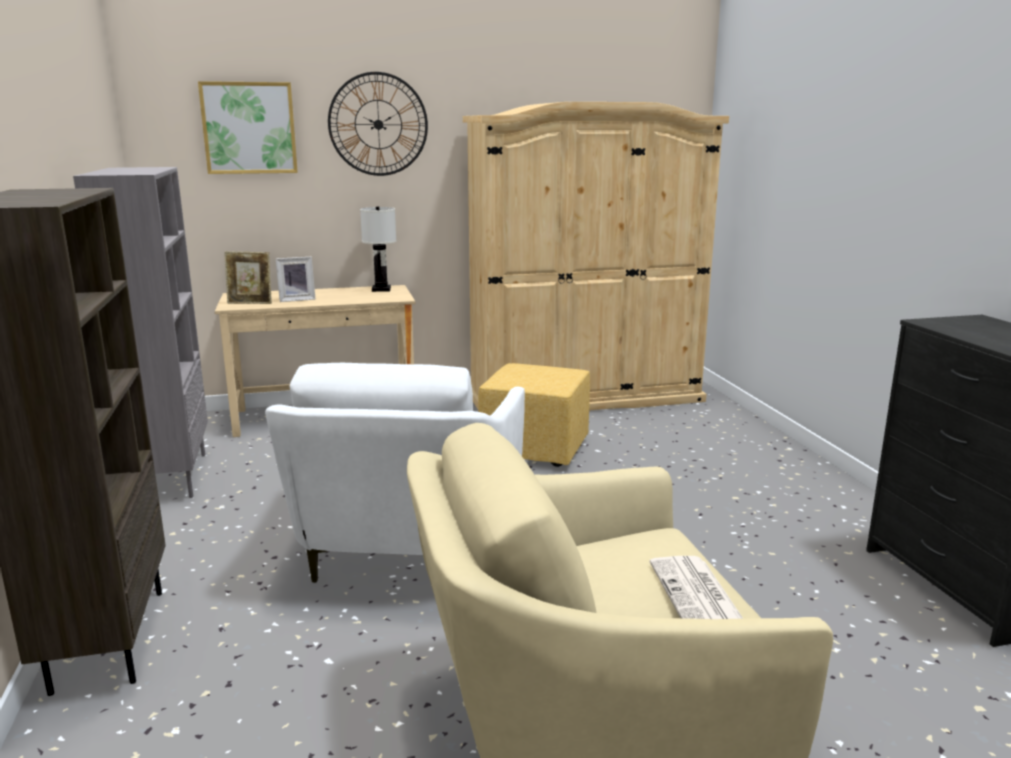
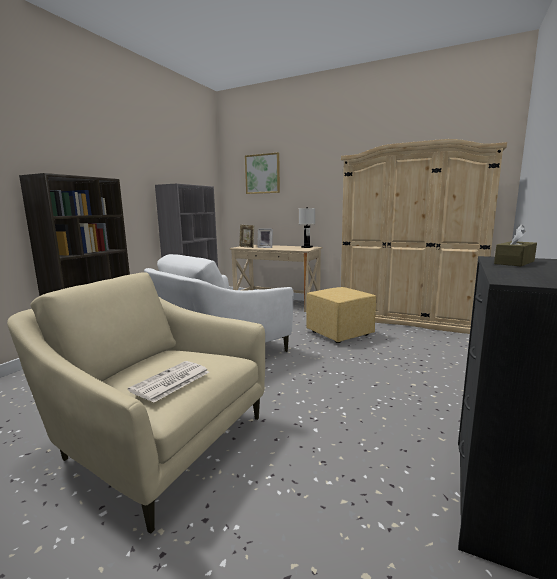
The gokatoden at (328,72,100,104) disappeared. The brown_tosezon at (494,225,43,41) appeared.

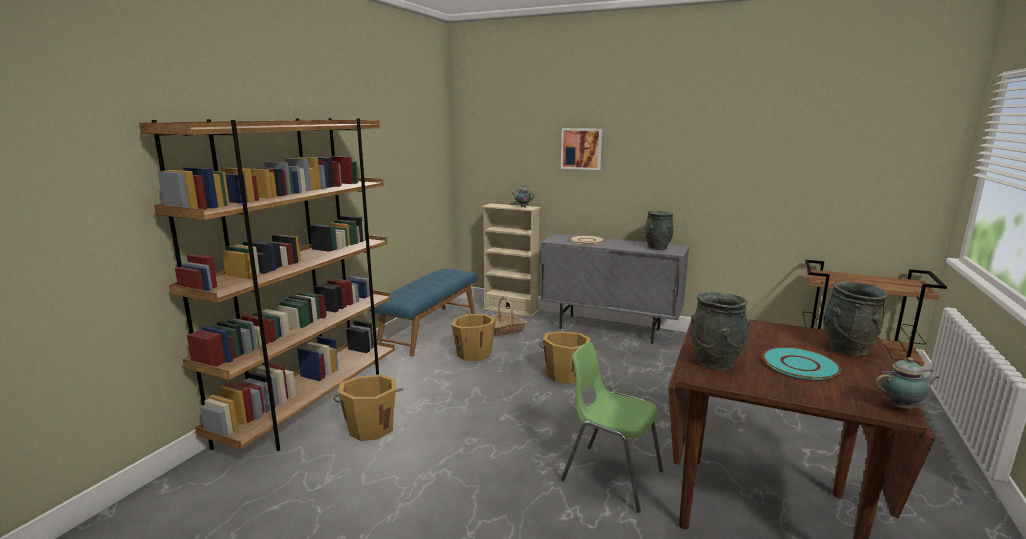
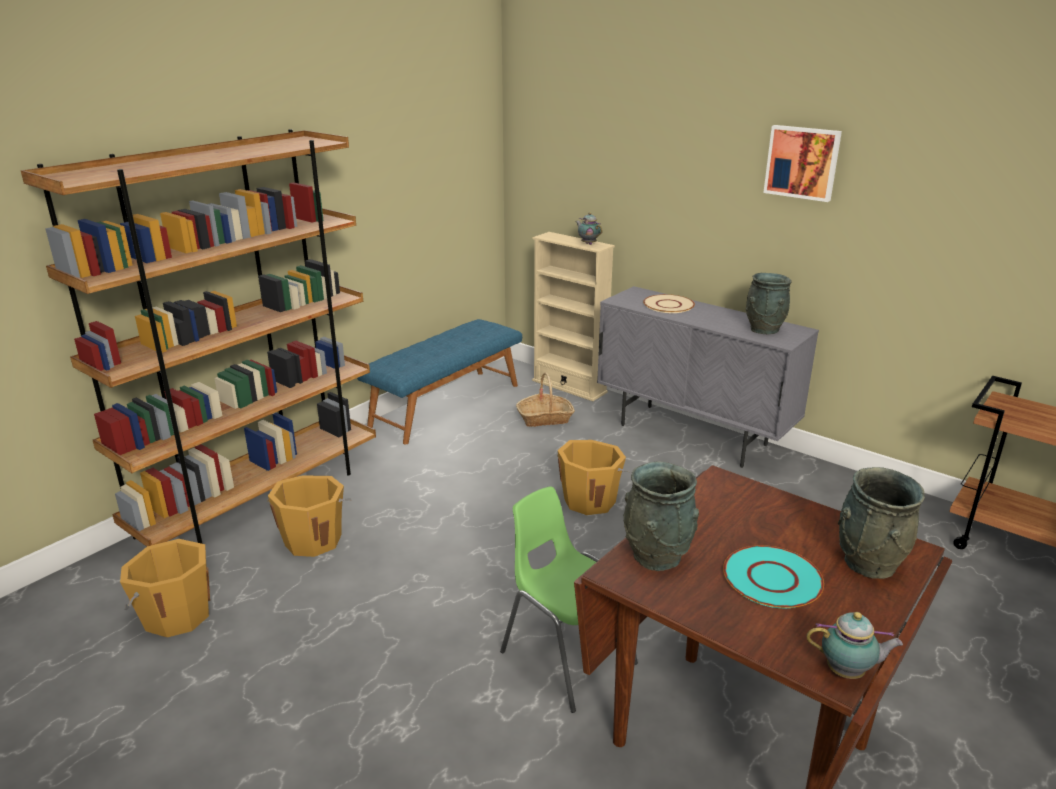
The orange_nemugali moved from (451,314,44,47) to (120,539,90,98). The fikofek moved from (561,128,41,42) to (763,125,79,77).

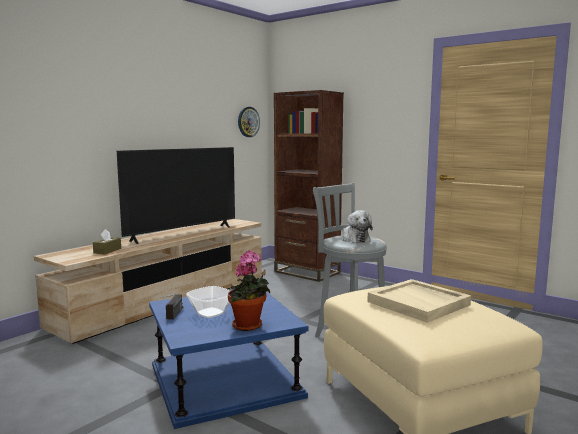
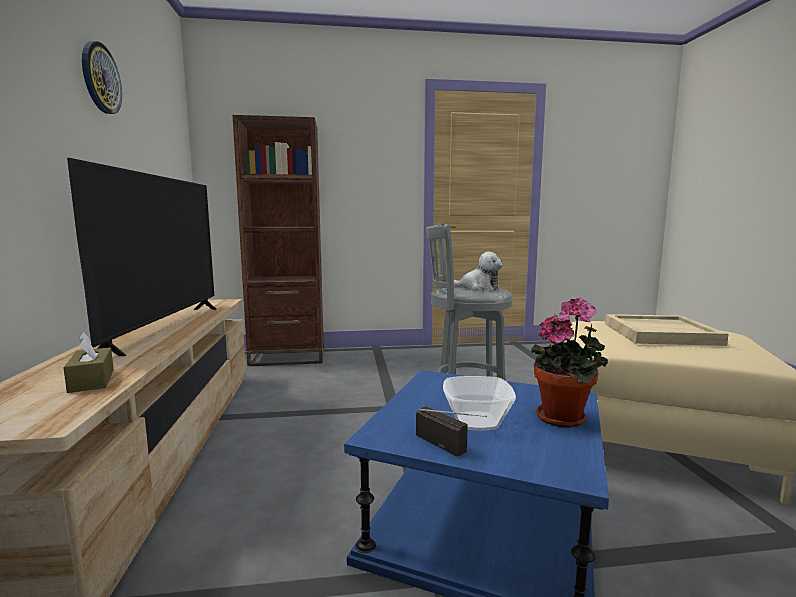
The gokatoden moved from (238,107,22,30) to (82,41,40,73).

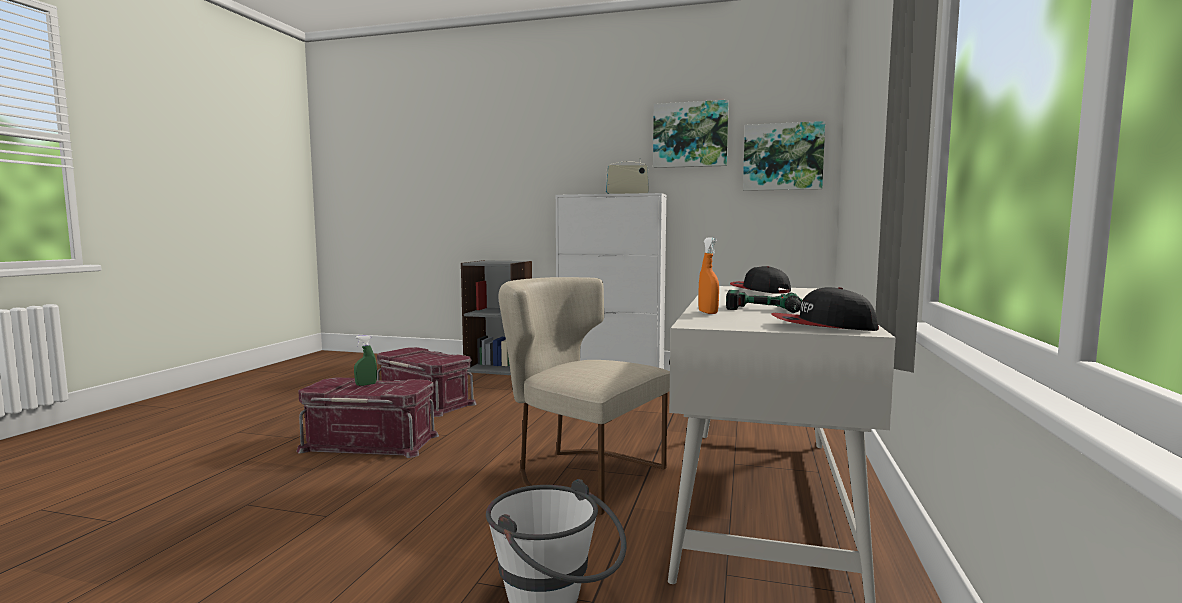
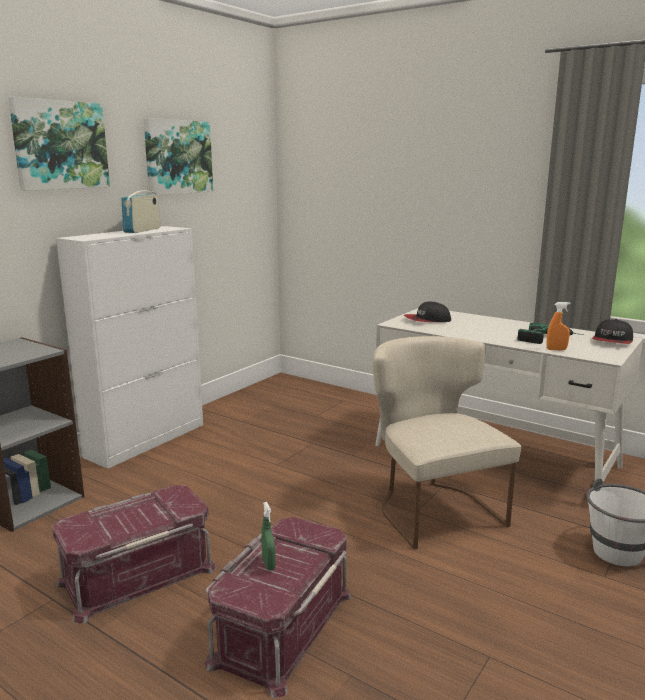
The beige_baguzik at (499,277,171,238) turned 105 degrees clockwise. The fikofek moved from (743,121,82,70) to (8,97,102,94).

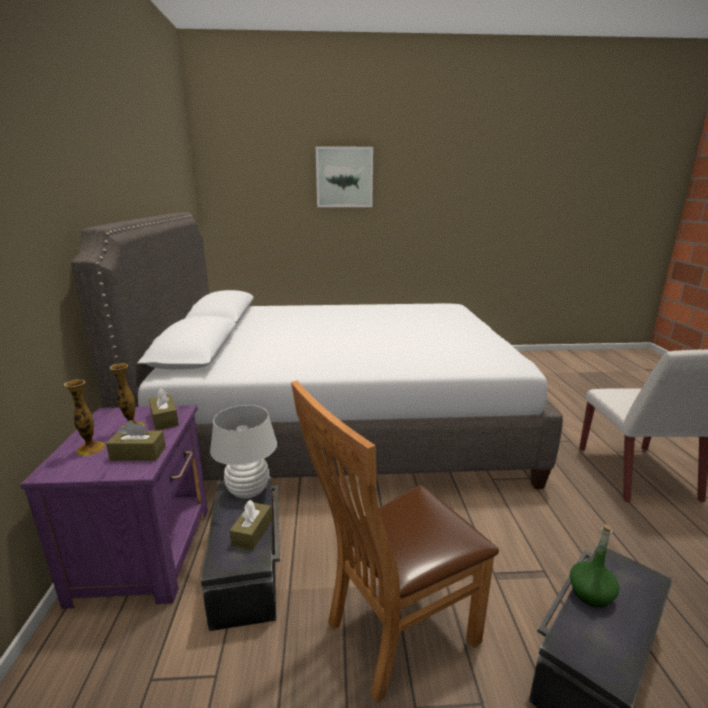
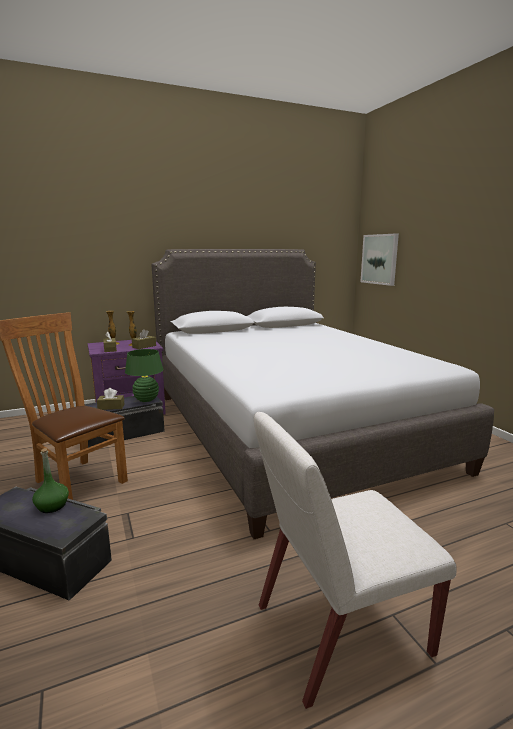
The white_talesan at (210,405,67,94) became the green_talesan at (125,349,38,53). The fikofek moved from (316,146,57,61) to (361,233,38,53).

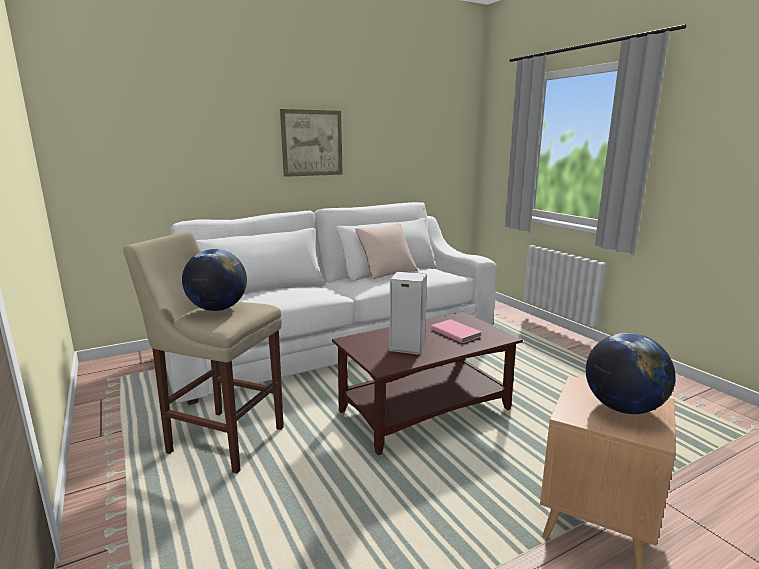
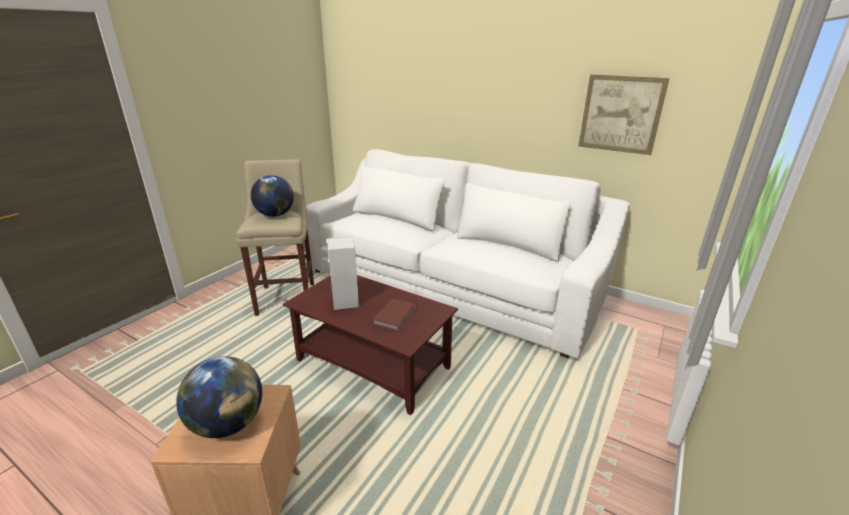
The fikofek moved from (280,109,63,68) to (578,74,91,81). The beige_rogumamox at (355,223,63,56) disappeared. The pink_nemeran at (431,319,51,24) became the brown_nemeran at (372,298,44,33).

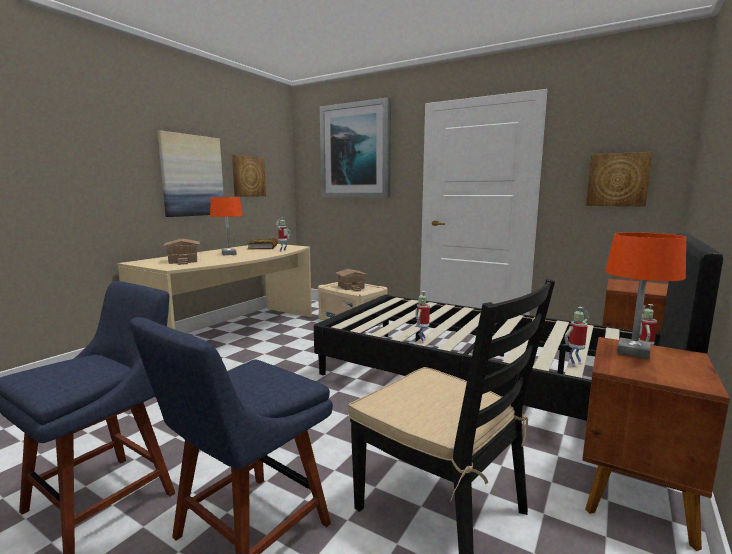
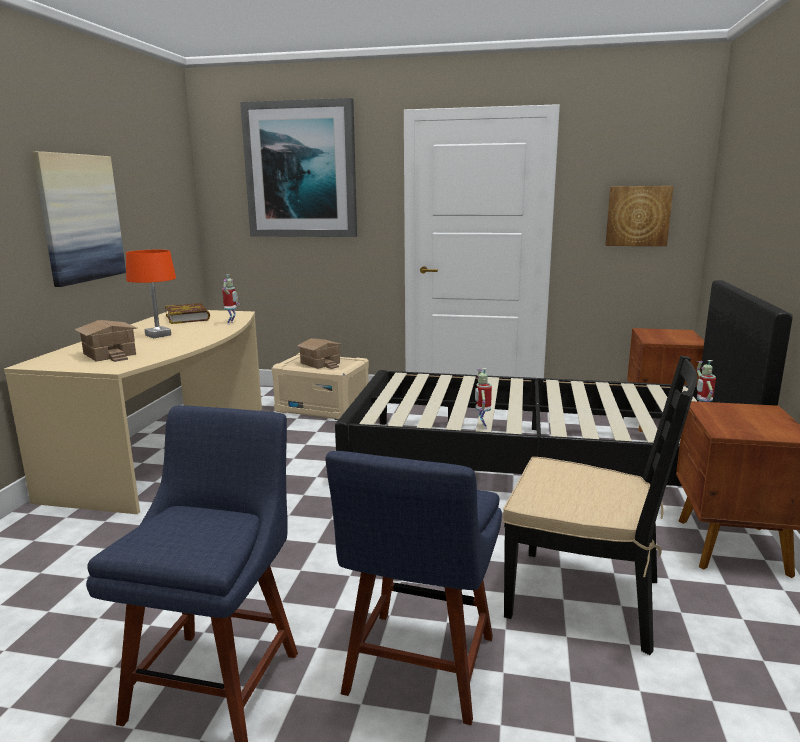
The fikofek at (232,155,34,42) disappeared. The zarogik at (563,307,26,60) disappeared. The orange_talesan at (605,232,81,128) disappeared.

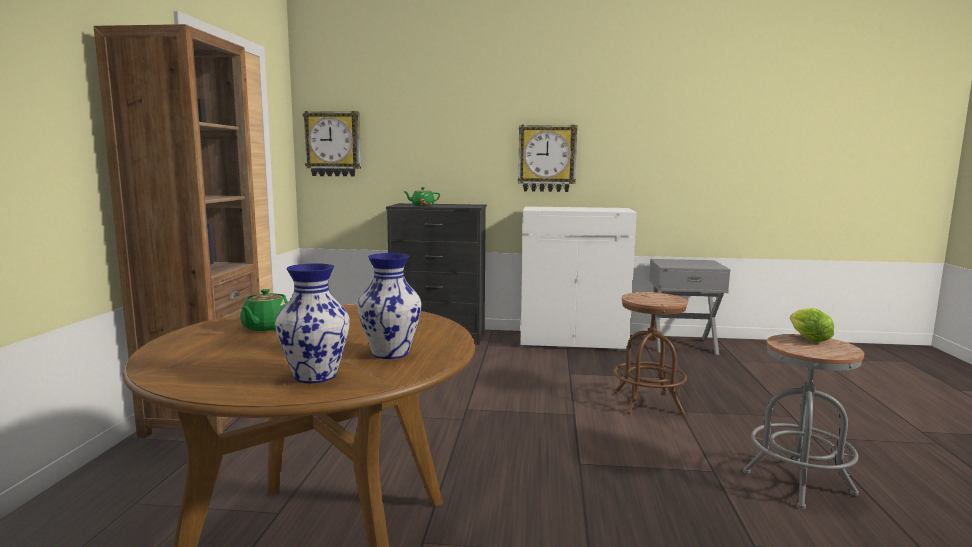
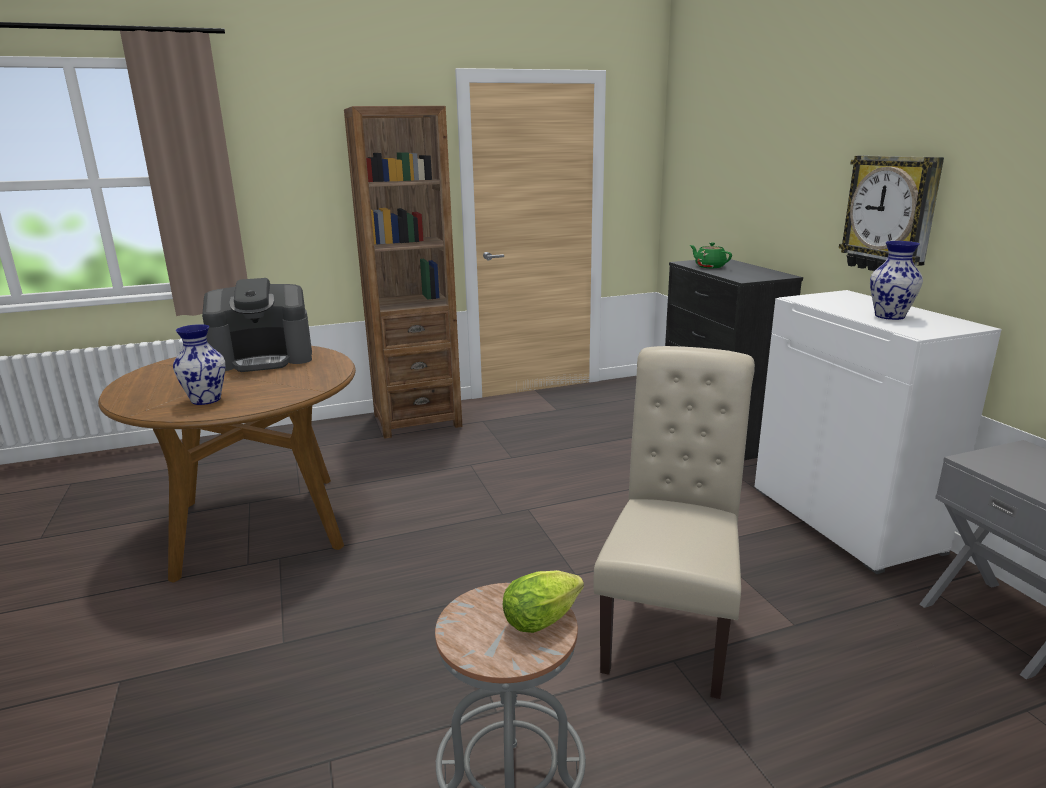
The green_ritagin at (240,289,48,42) was replaced by the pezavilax at (202,278,110,94). The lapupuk moved from (275,263,75,120) to (870,241,53,79). The gokatoden at (303,111,58,65) disappeared. The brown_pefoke at (614,292,74,123) was replaced by the beige_baguzik at (593,346,162,353).

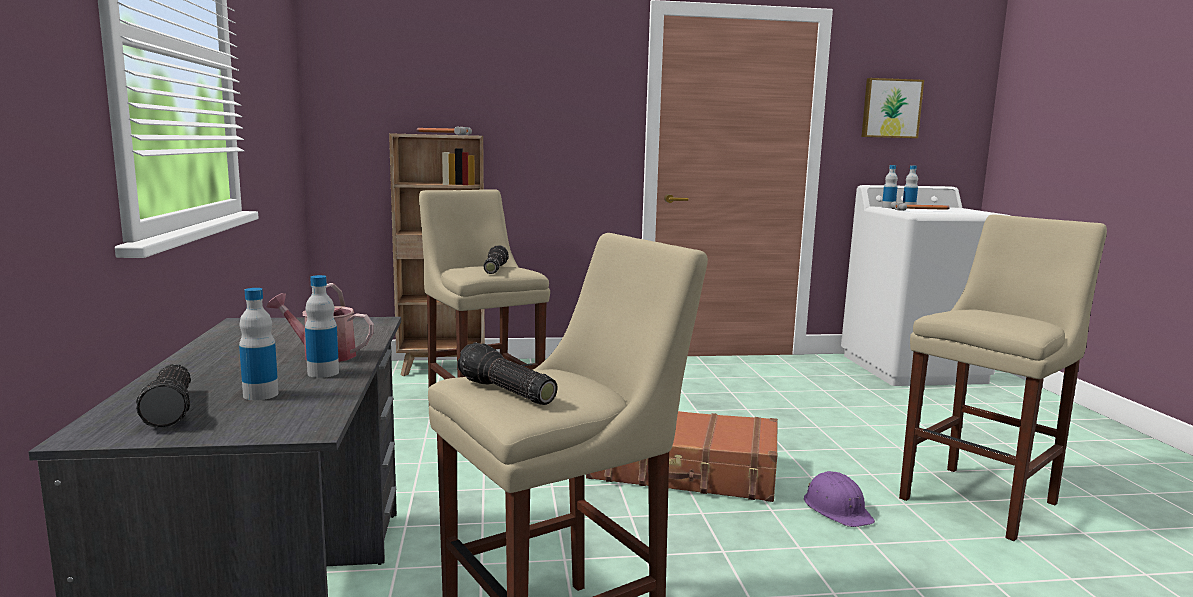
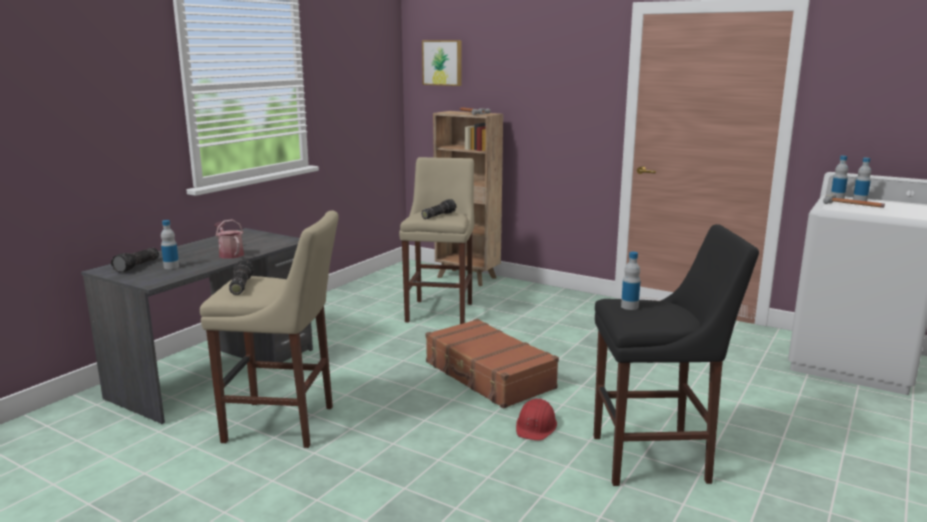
The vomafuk moved from (305,275,34,103) to (621,252,19,58). The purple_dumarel at (804,471,71,56) became the red_dumarel at (516,399,41,42). The fikofek moved from (862,78,62,60) to (422,40,39,46). The beige_pefoke at (899,214,208,327) became the black_pefoke at (594,224,165,262).

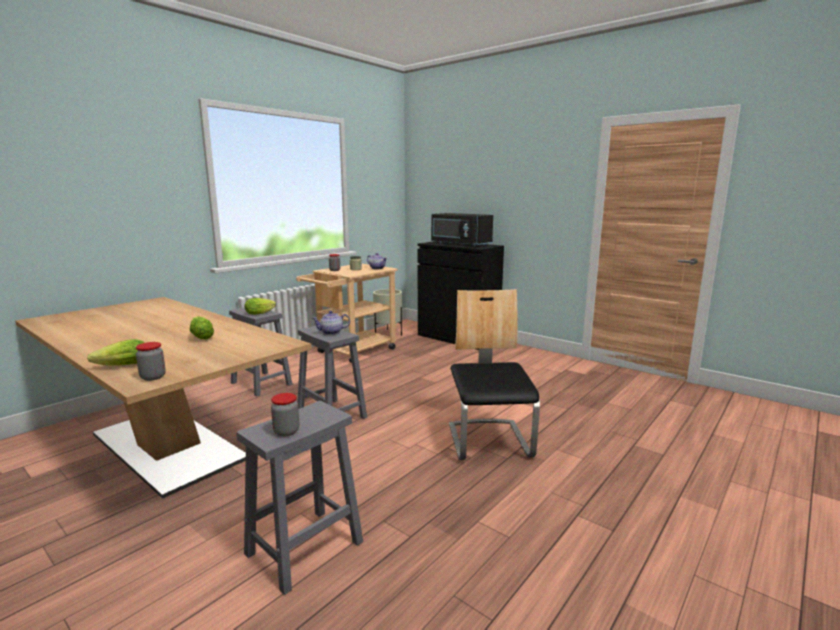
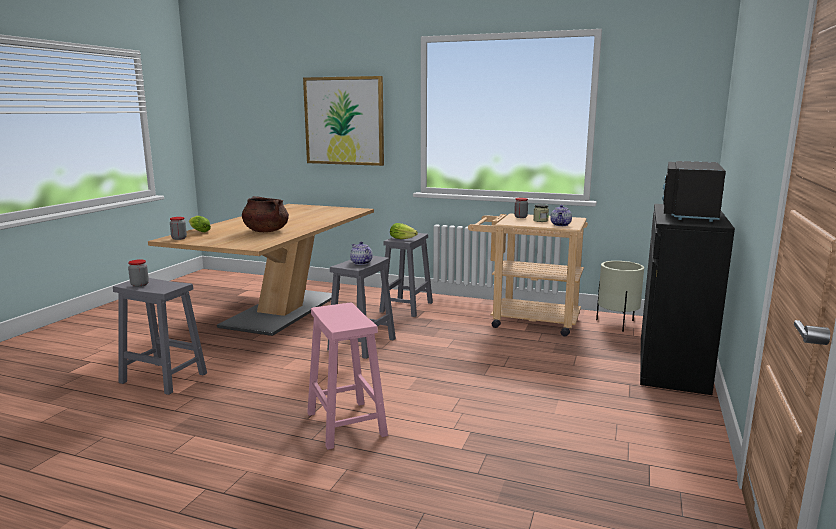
The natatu at (190,316,24,24) was replaced by the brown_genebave at (242,196,47,36). The baguzik at (449,289,91,171) was replaced by the pink_pefoke at (307,303,81,147). The fikofek at (303,76,81,90) appeared.

